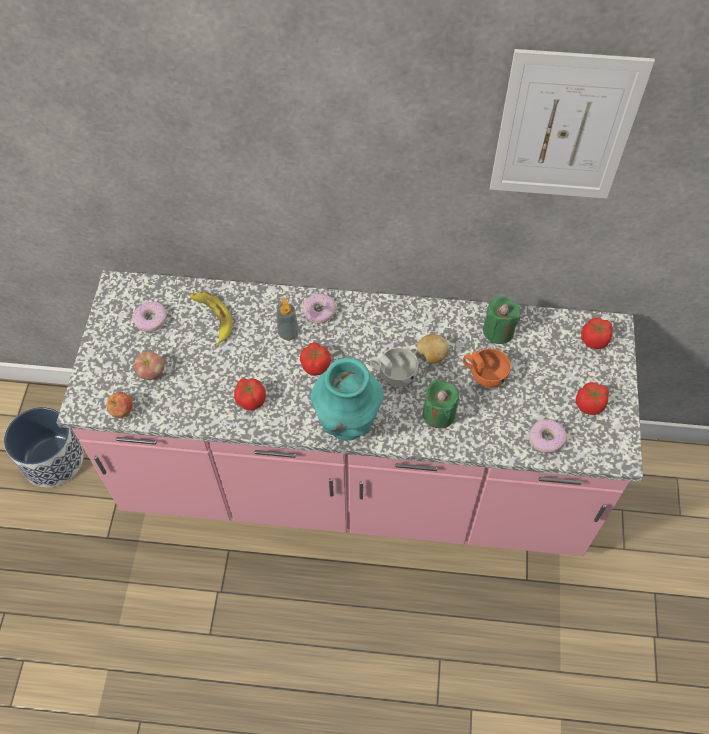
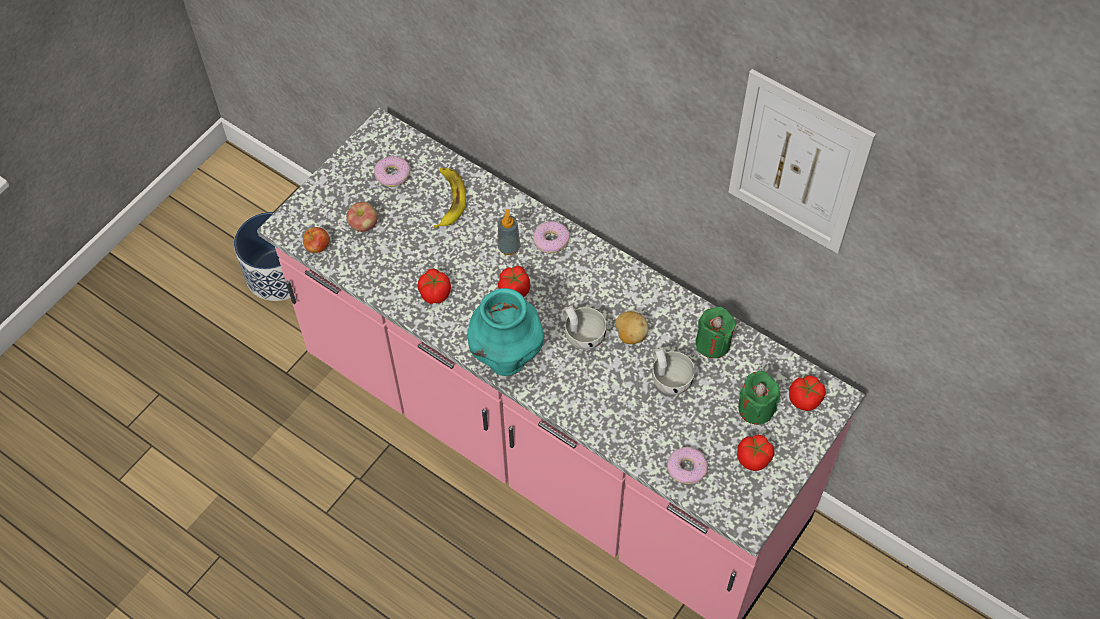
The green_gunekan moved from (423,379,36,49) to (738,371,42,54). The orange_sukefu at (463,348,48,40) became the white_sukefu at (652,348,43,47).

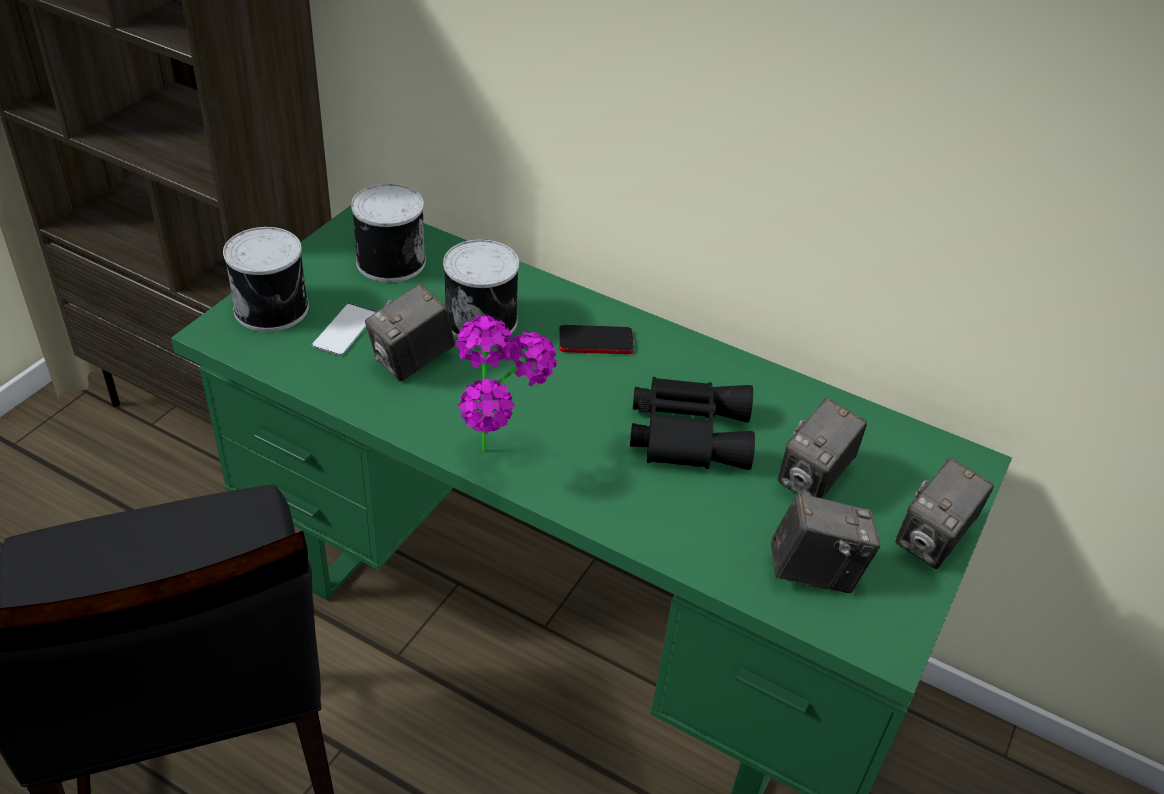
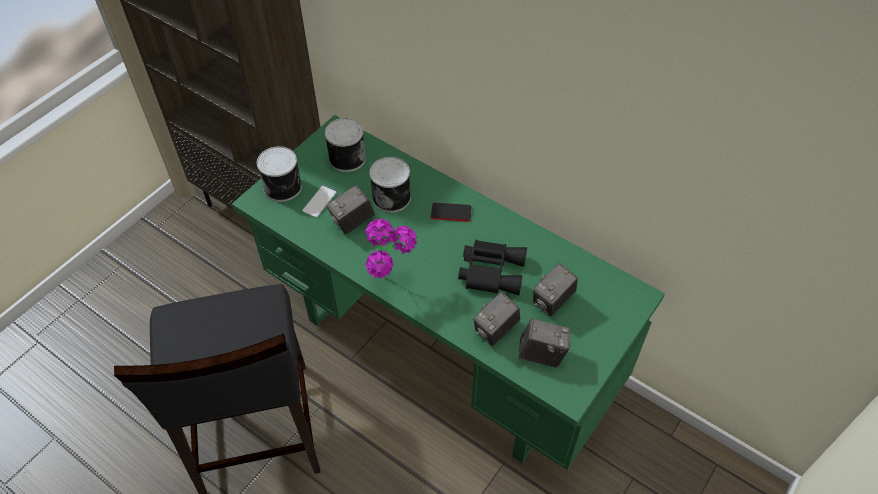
The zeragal moved from (895,457,99,112) to (473,292,47,54).

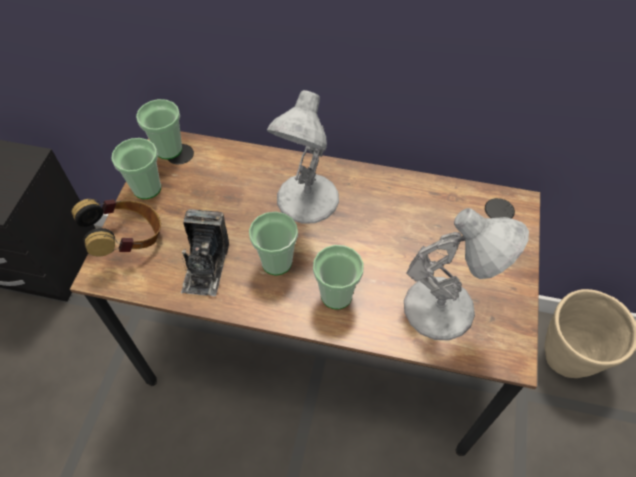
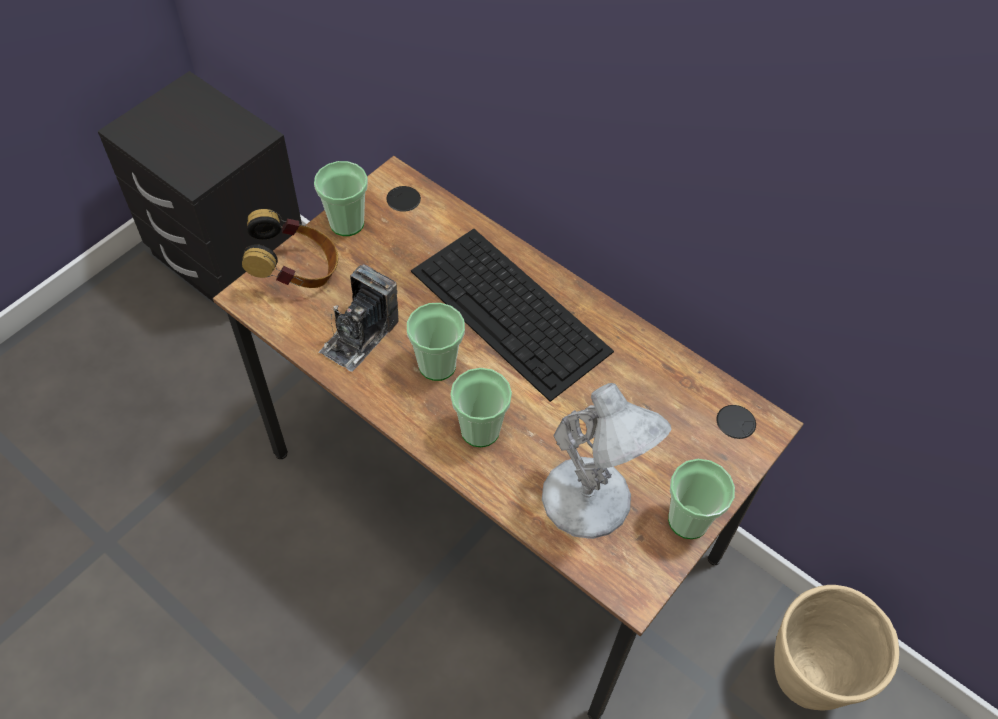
The sukefu moved from (136,99,46,61) to (668,459,67,80). The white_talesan at (267,90,72,134) was replaced by the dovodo at (411,229,203,173).

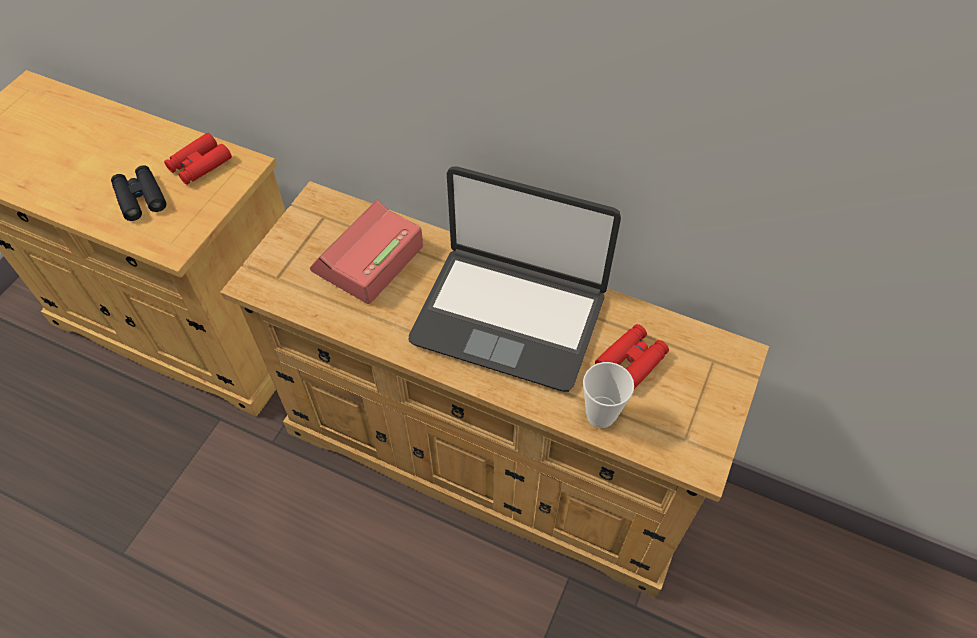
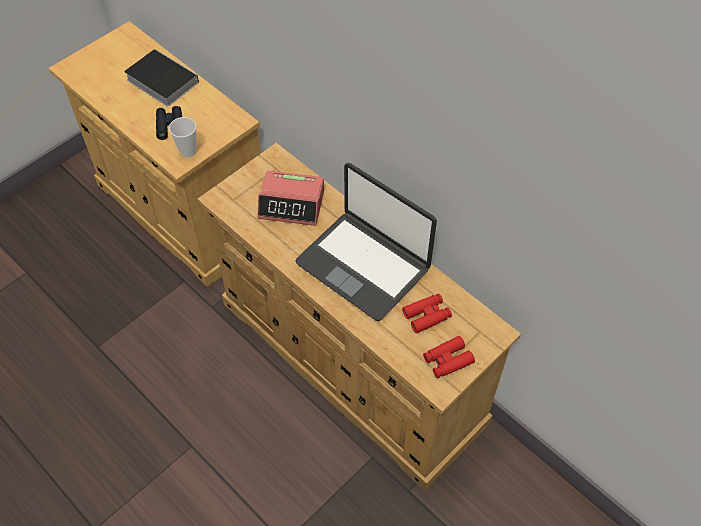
The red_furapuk moved from (164,133,68,52) to (423,336,52,42). The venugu at (310,200,113,104) turned 135 degrees counterclockwise. The sukefu moved from (583,362,51,66) to (169,117,28,41). The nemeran at (124,49,75,58) appeared.

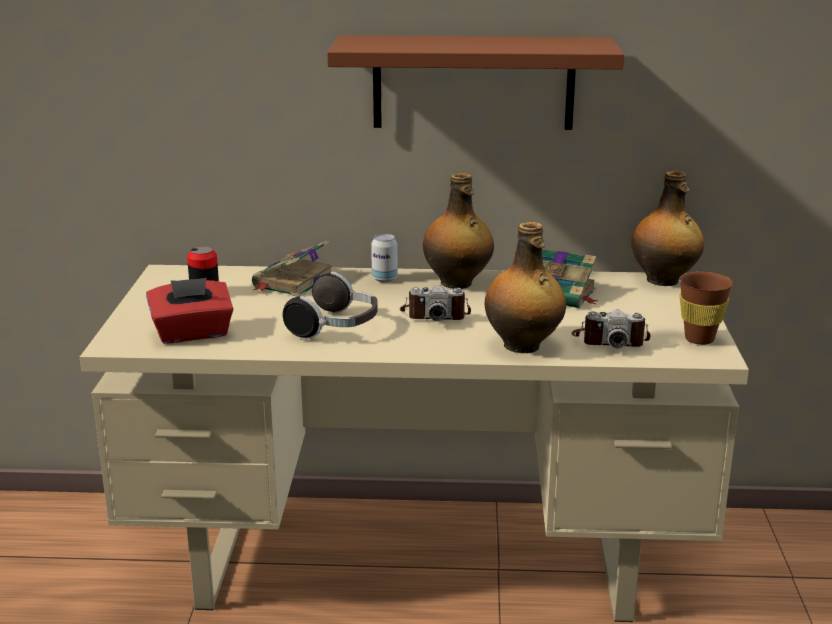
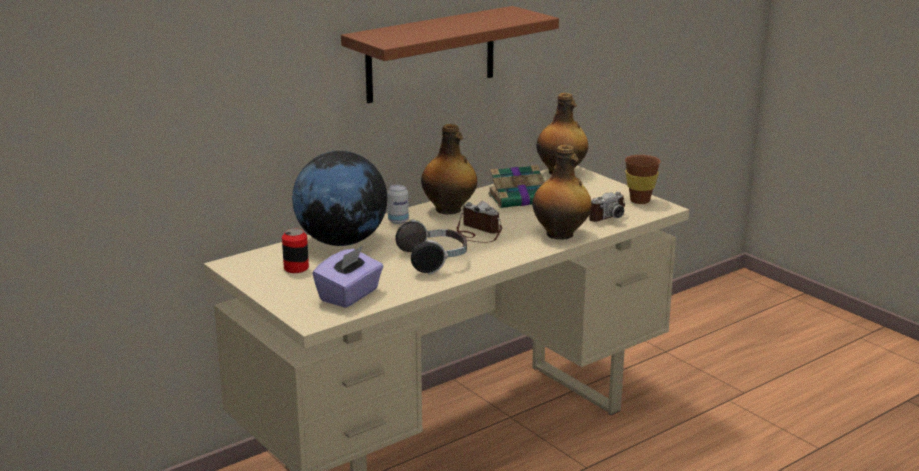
The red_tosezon at (146,278,88,66) became the purple_tosezon at (313,246,71,62). The nemeran at (252,240,80,57) was replaced by the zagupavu at (292,151,95,95). The zeragal at (400,285,71,36) turned 105 degrees counterclockwise.

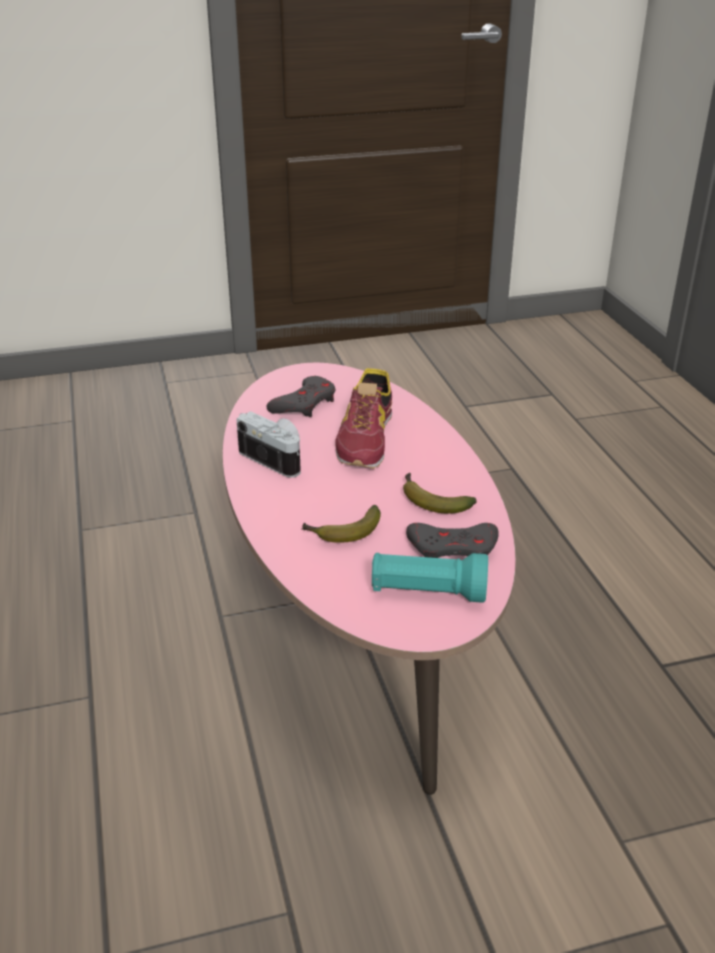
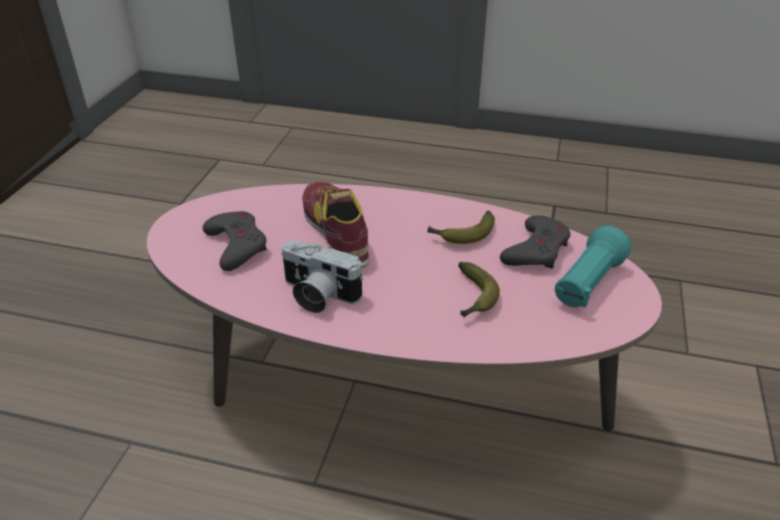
The zeragal at (236,411,65,67) turned 135 degrees counterclockwise. The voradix at (335,368,57,101) turned 150 degrees counterclockwise.

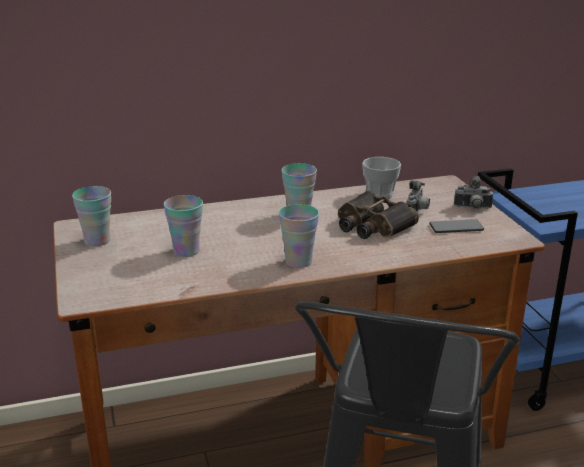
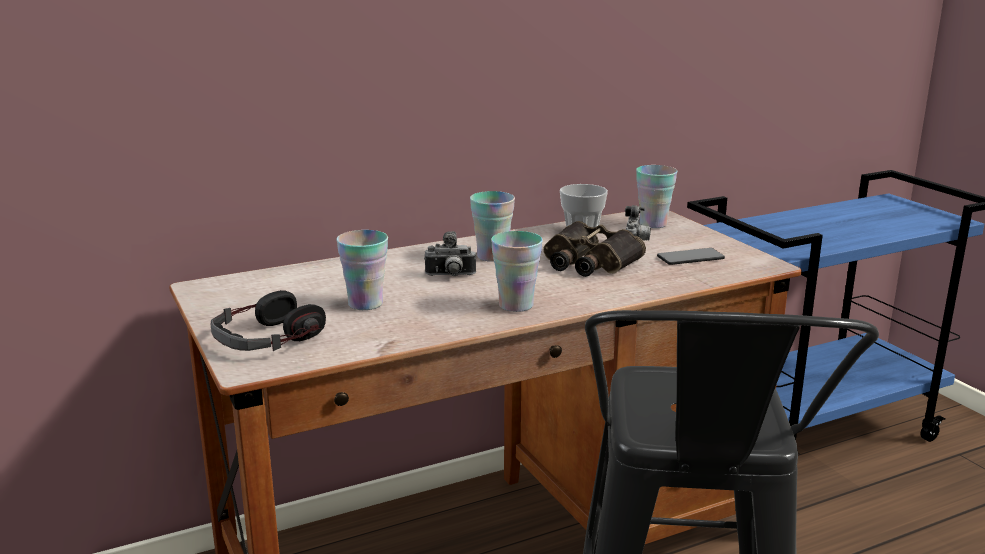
The sukefu moved from (72,186,39,60) to (636,165,41,63). The zeragal moved from (454,176,40,33) to (424,231,53,45). The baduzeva at (211,290,115,61) appeared.

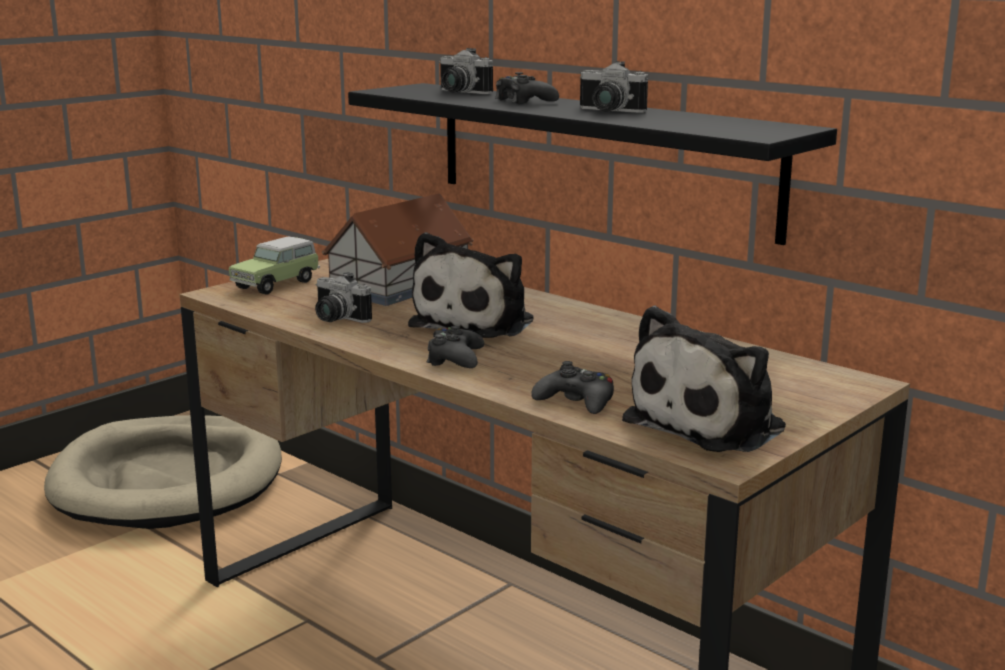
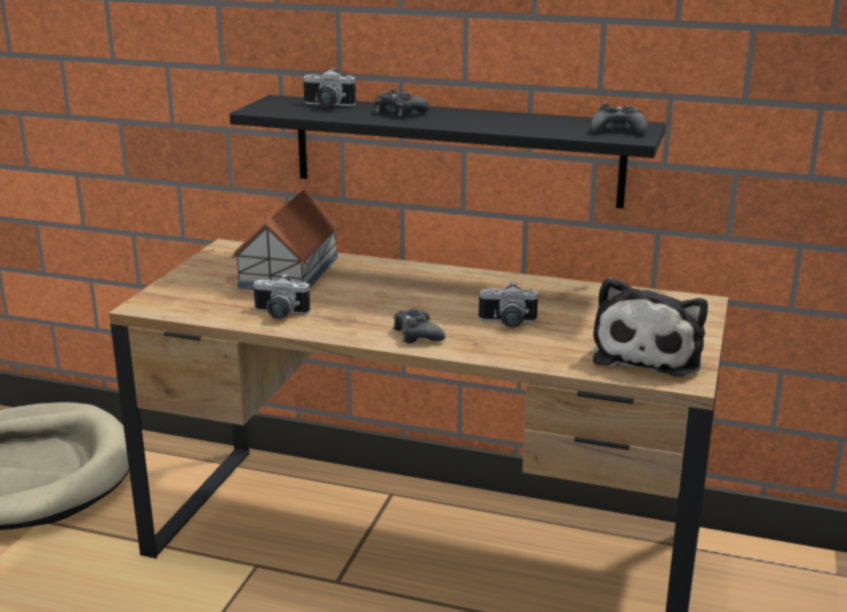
The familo at (229,237,91,57) disappeared. The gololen at (408,232,126,106) disappeared. The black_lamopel moved from (531,361,83,53) to (590,103,58,30). The zeragal moved from (580,61,68,52) to (479,281,59,47).

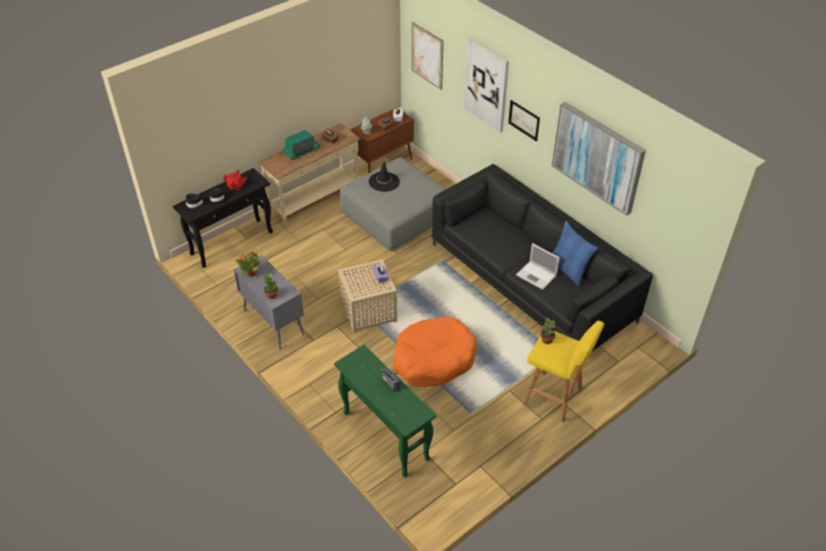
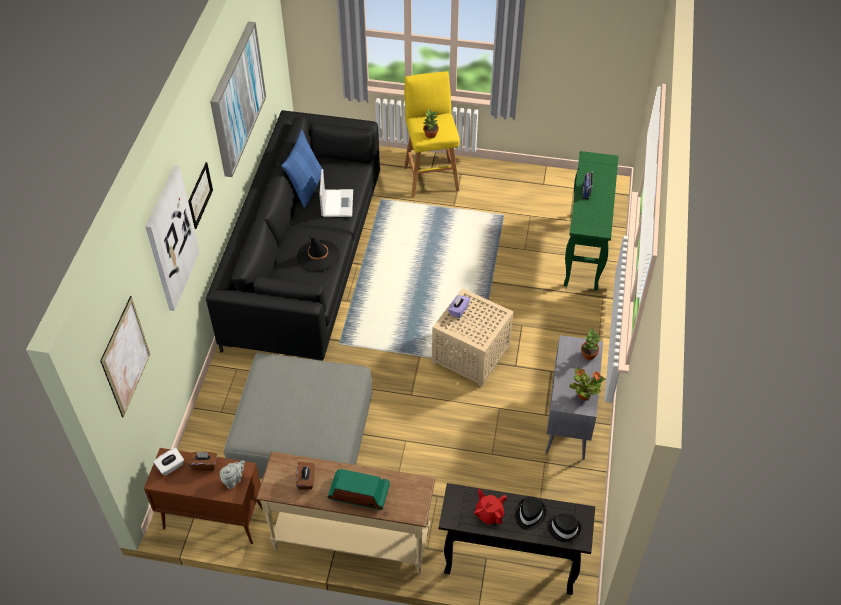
The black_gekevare moved from (369,160,31,32) to (297,236,43,35). The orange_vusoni at (393,317,84,70) disappeared.

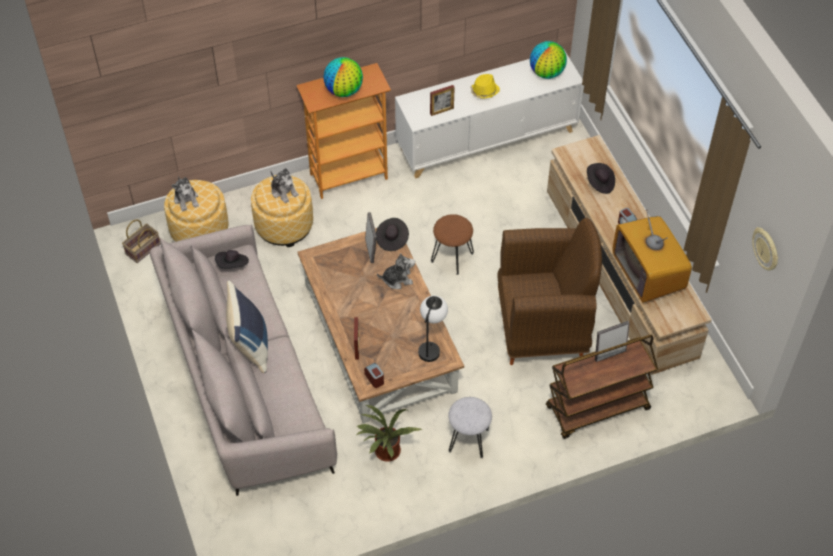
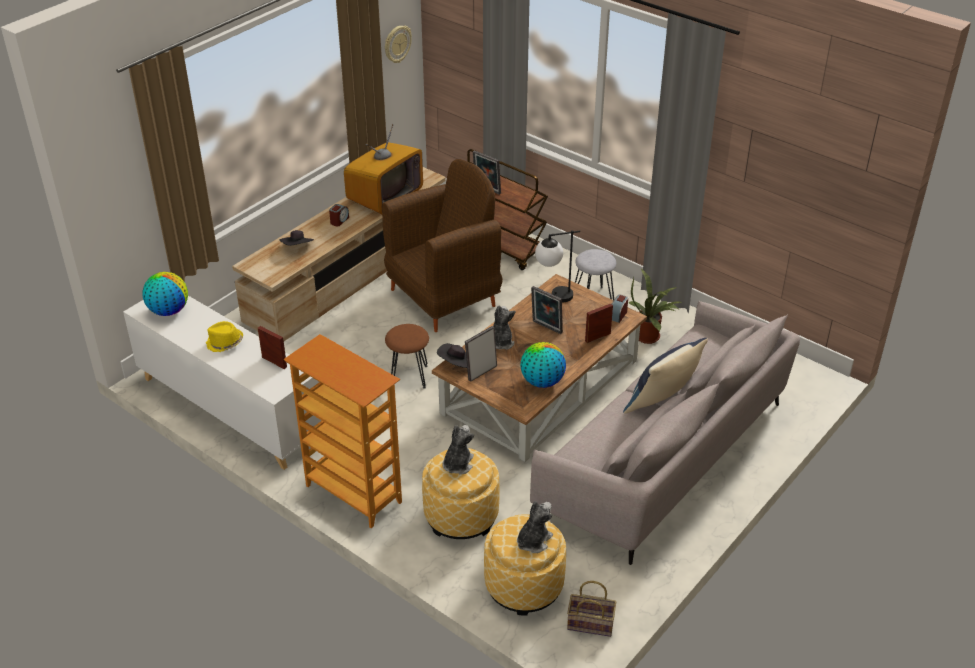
The black_gekevare at (215,250,34,19) disappeared. The zagupavu moved from (323,57,40,40) to (520,342,46,46). The gololen at (377,253,38,36) turned 45 degrees clockwise. The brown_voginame at (498,218,104,147) turned 90 degrees clockwise. The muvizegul at (531,286,32,48) appeared.

